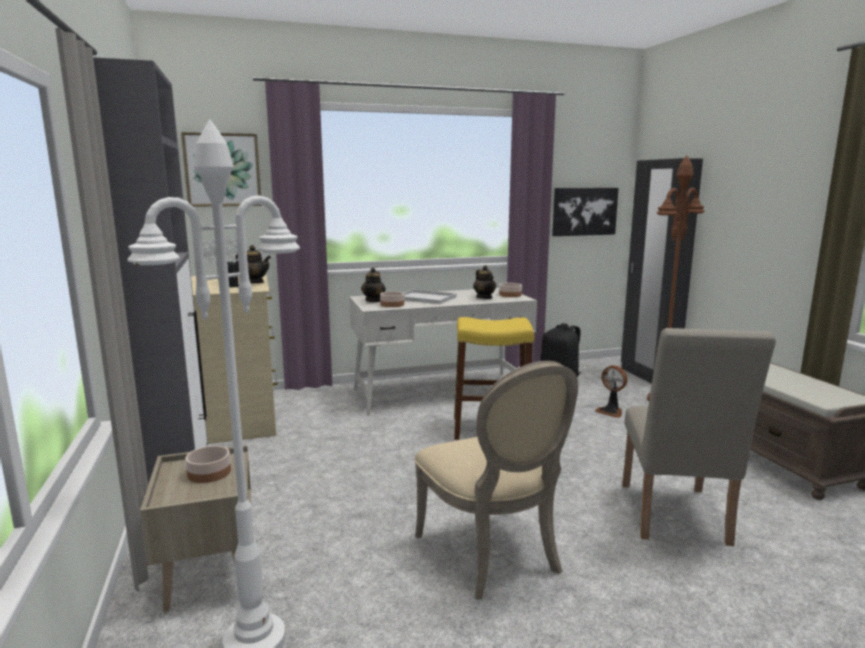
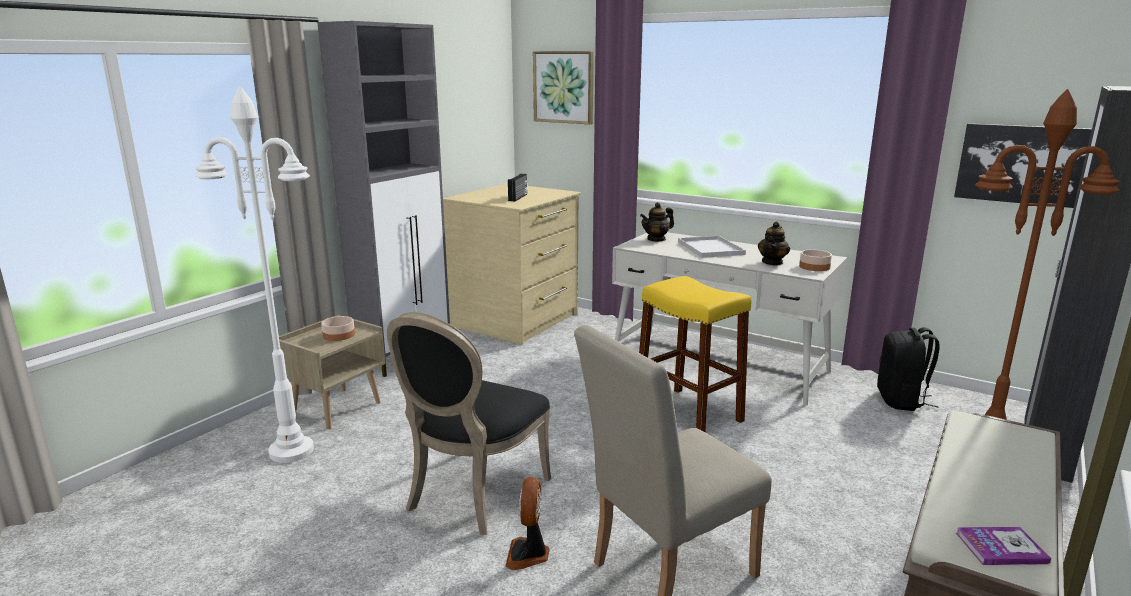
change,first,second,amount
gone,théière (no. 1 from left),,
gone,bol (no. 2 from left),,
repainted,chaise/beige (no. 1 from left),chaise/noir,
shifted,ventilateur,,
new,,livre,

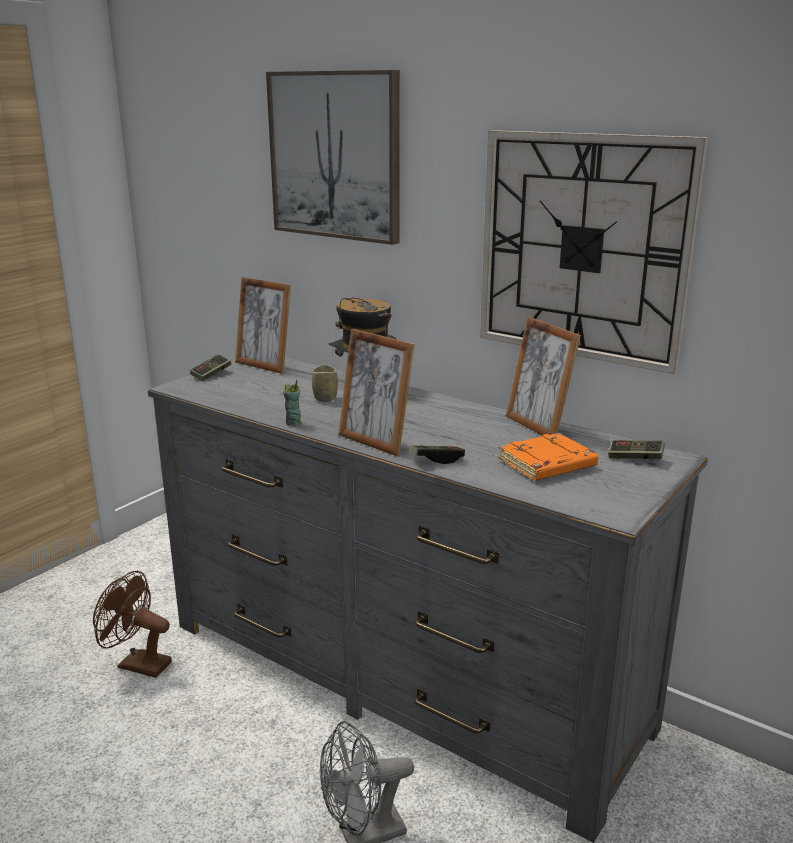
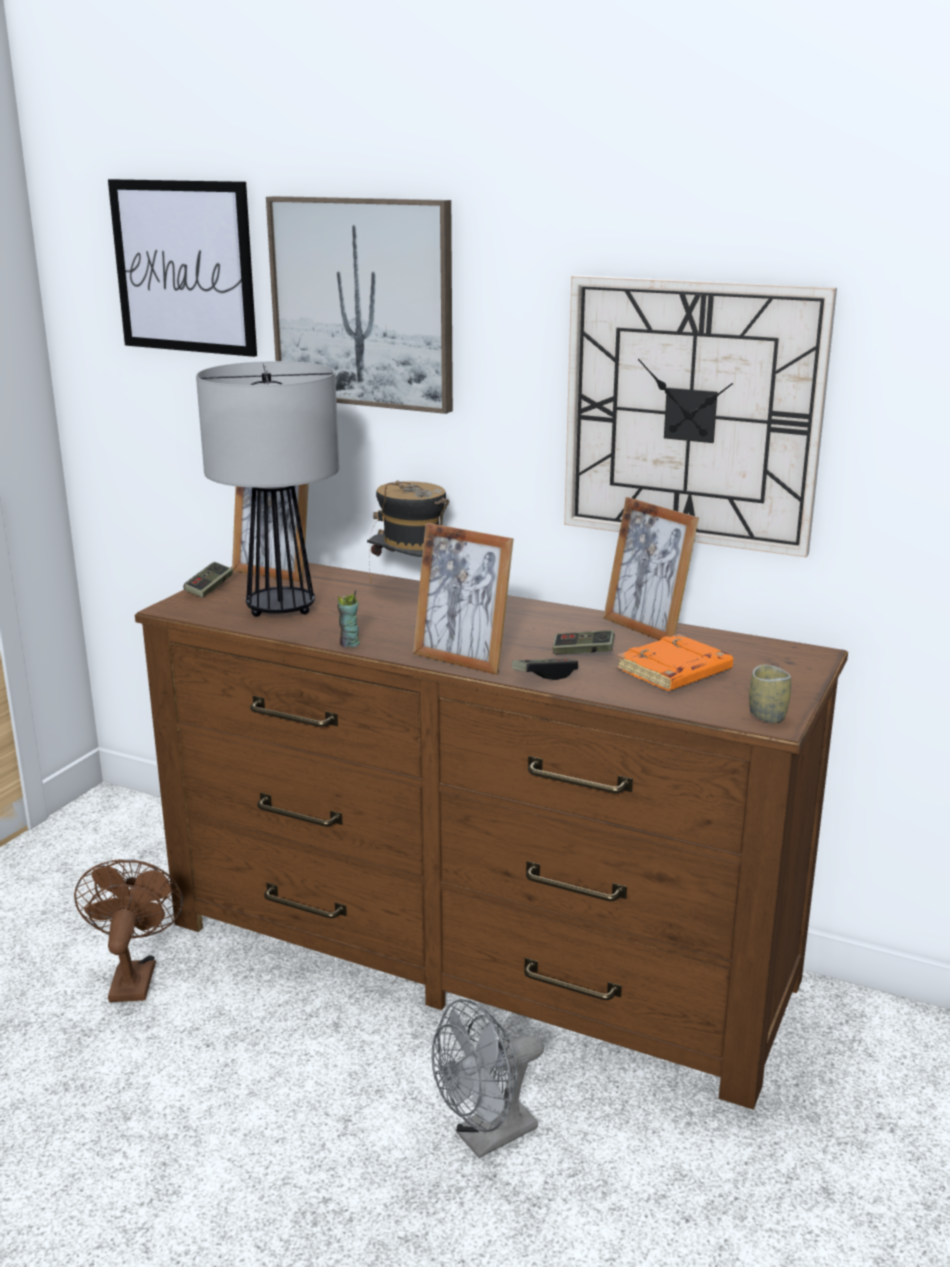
change,first,second,amount
repainted,commode/gris,commode/marron,
shifted,tasse (no. 2 from left),,
shifted,manette (no. 3 from left),,
rotated,ventilateur/marron,,75 degrees clockwise
new,,tableau (no. 1 from left),
new,,lampe de table,

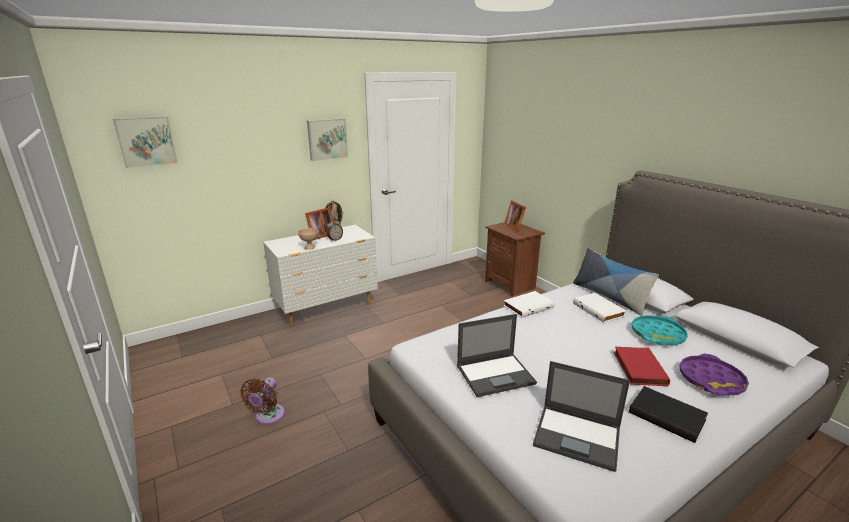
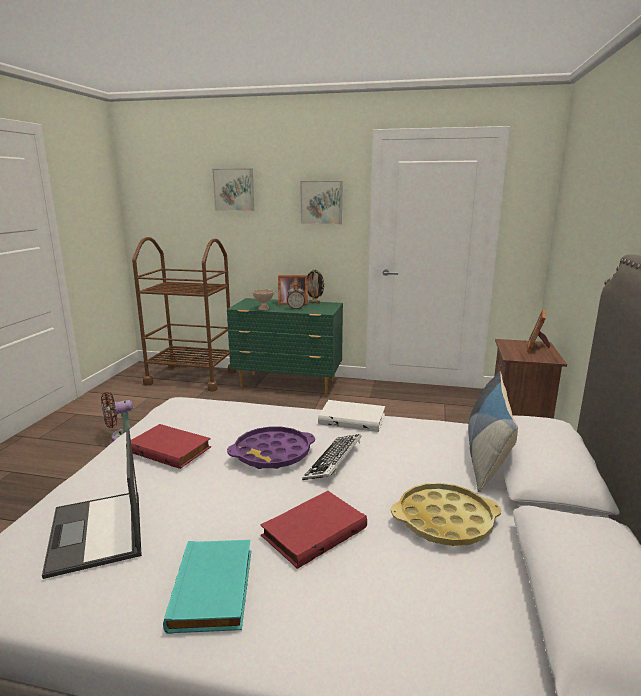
change,first,second,amount
shifted,tableau (no. 1 from left),,
repainted,commode/blanc,commode/vert,
gone,livre/blanc (no. 2 from left),,
swapped,ordinateur portable (no. 1 from left),livre/rouge (no. 1 from left),
repainted,plateau/turquoise,plateau/jaune,
shifted,plateau/violet,,
repainted,livre/noir,livre/turquoise,
new,,chariot/marron,
new,,clavier,

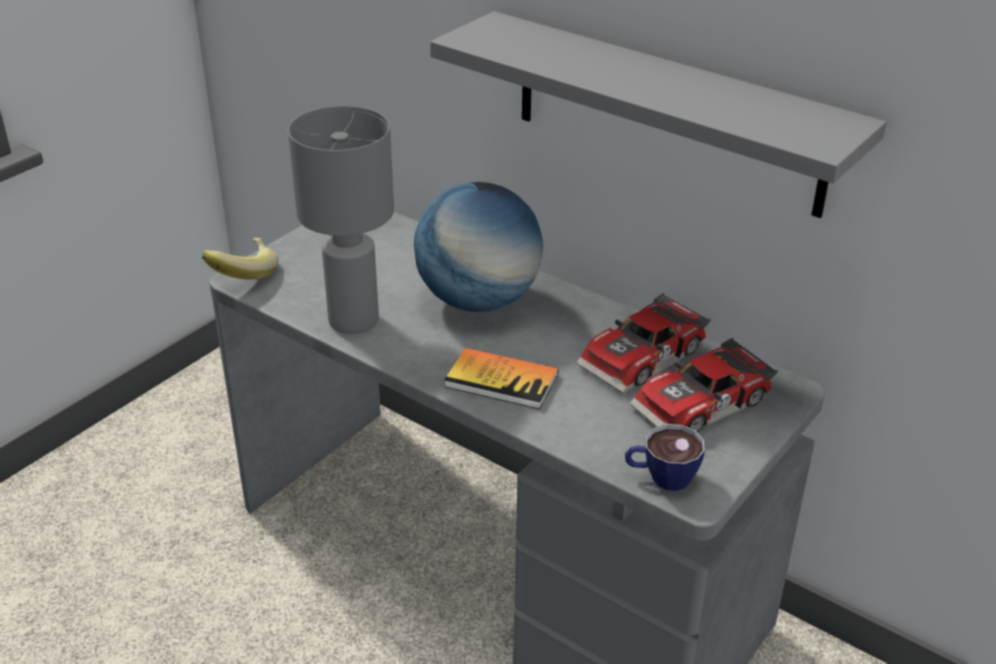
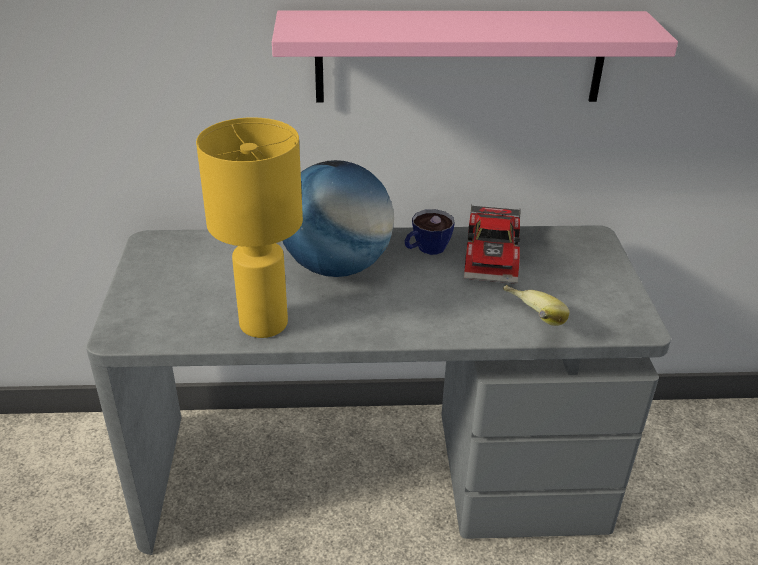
change,first,second,amount
repainted,étagère/gris,étagère/rose,
repainted,lampe de table/gris,lampe de table/jaune,
shifted,banane,,
gone,petite voiture (no. 2 from left),,
gone,livre,,
shifted,tasse,,

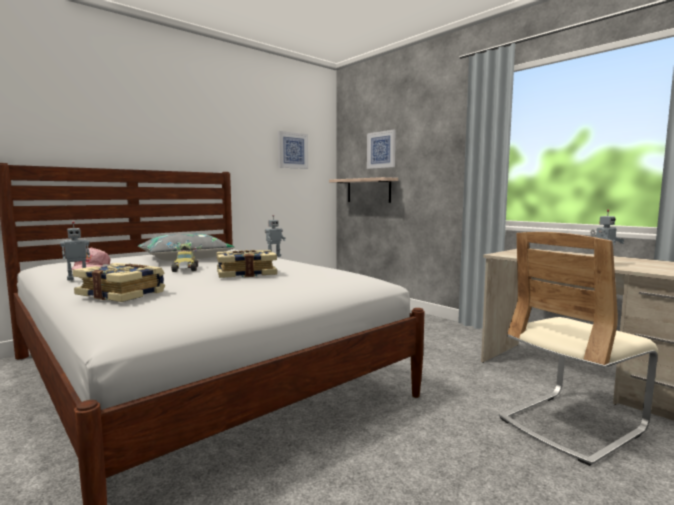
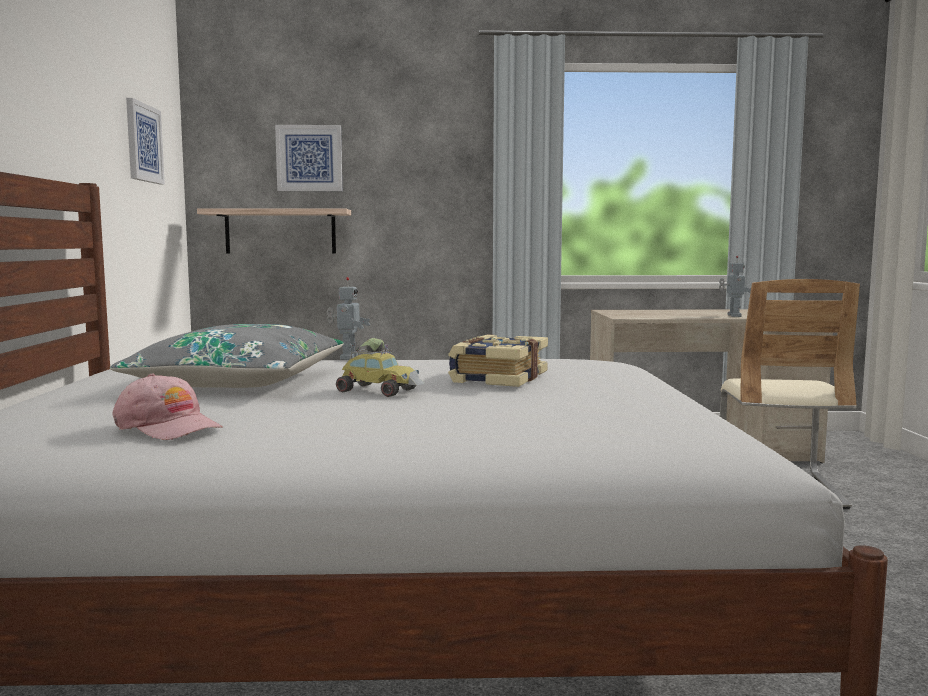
change,first,second,amount
gone,robot jouet (no. 1 from left),,
gone,livre (no. 1 from left),,

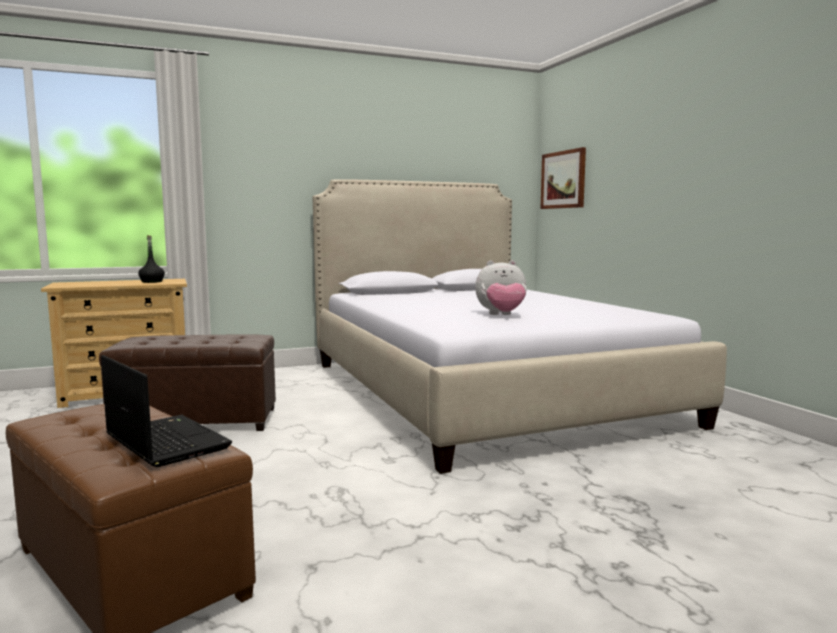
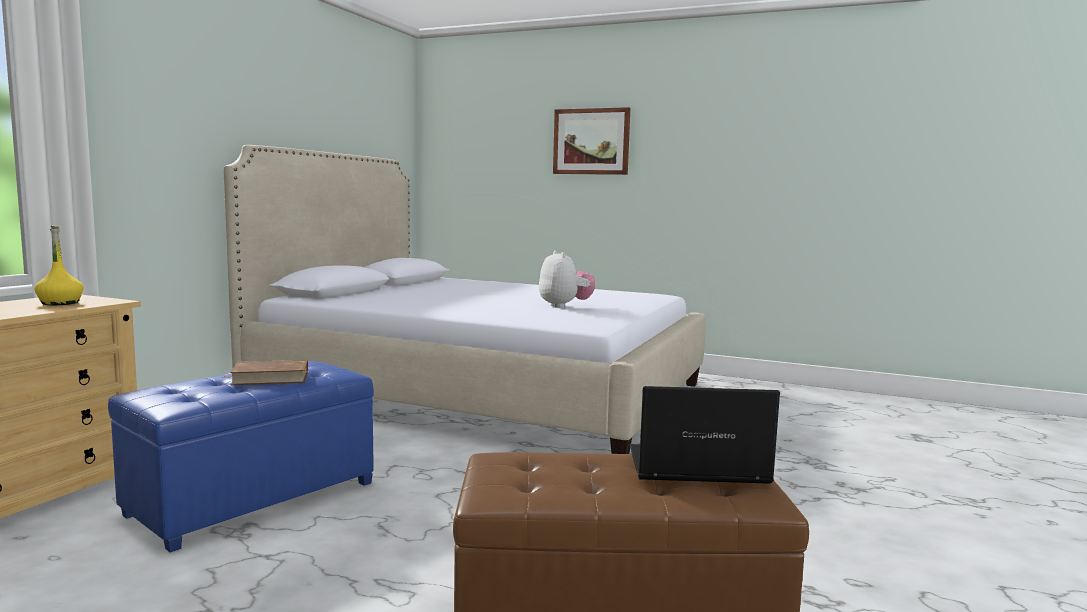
change,first,second,amount
shifted,tableau,,
repainted,bouteille/noir,bouteille/jaune,
rotated,peluche,,60 degrees counterclockwise
repainted,pouf/marron (no. 2 from left),pouf/bleu,
new,,livre/marron,

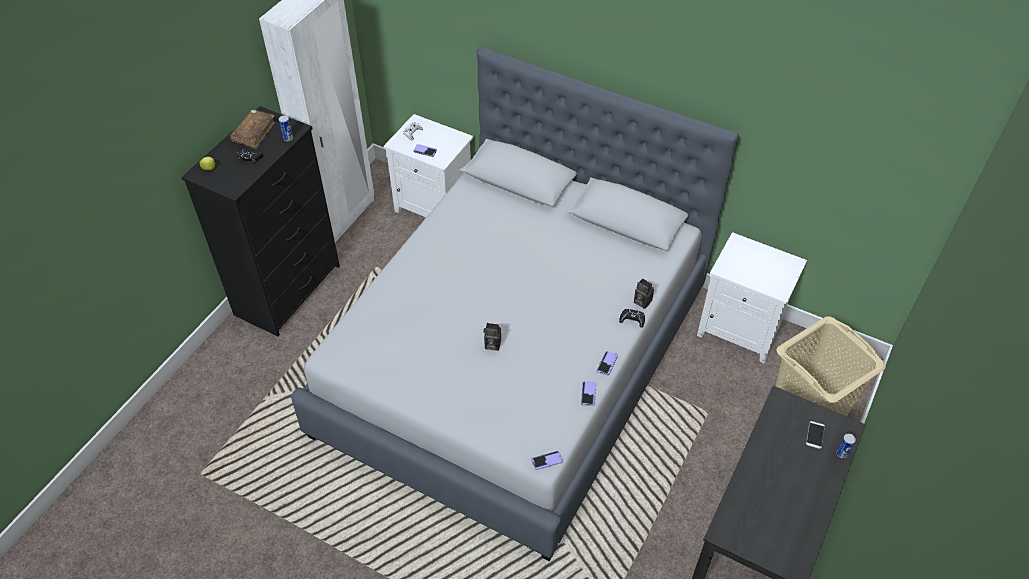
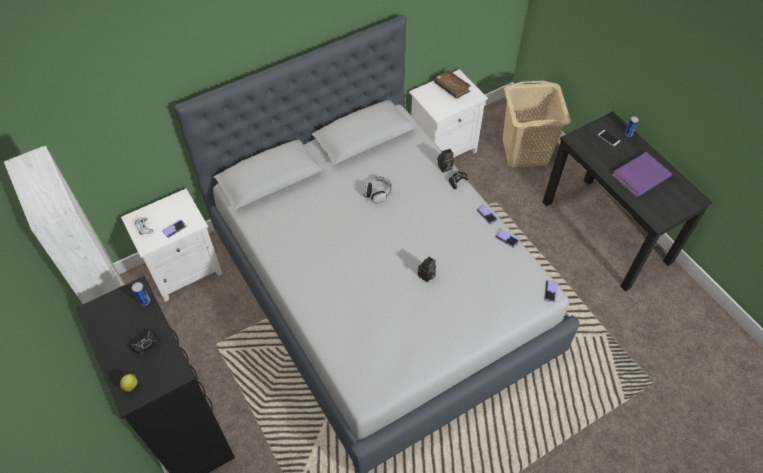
change,first,second,amount
shifted,livre/marron,,
new,,livre/violet,
new,,casque audio,

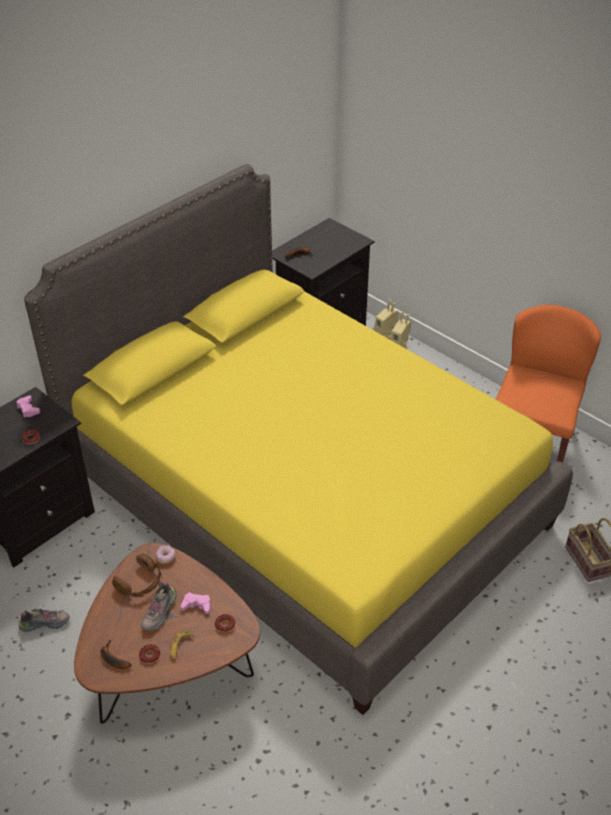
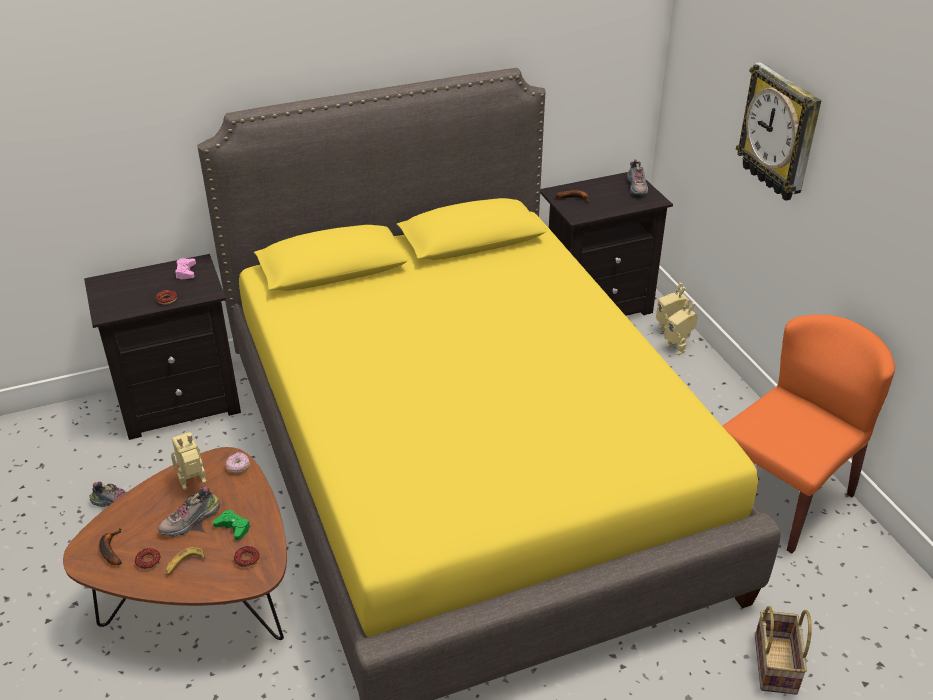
change,first,second,amount
swapped,casque audio/marron,robot jouet (no. 1 from left),
repainted,manette/rose (no. 2 from left),manette/vert,
new,,horloge murale,
new,,chaussure (no. 3 from left),

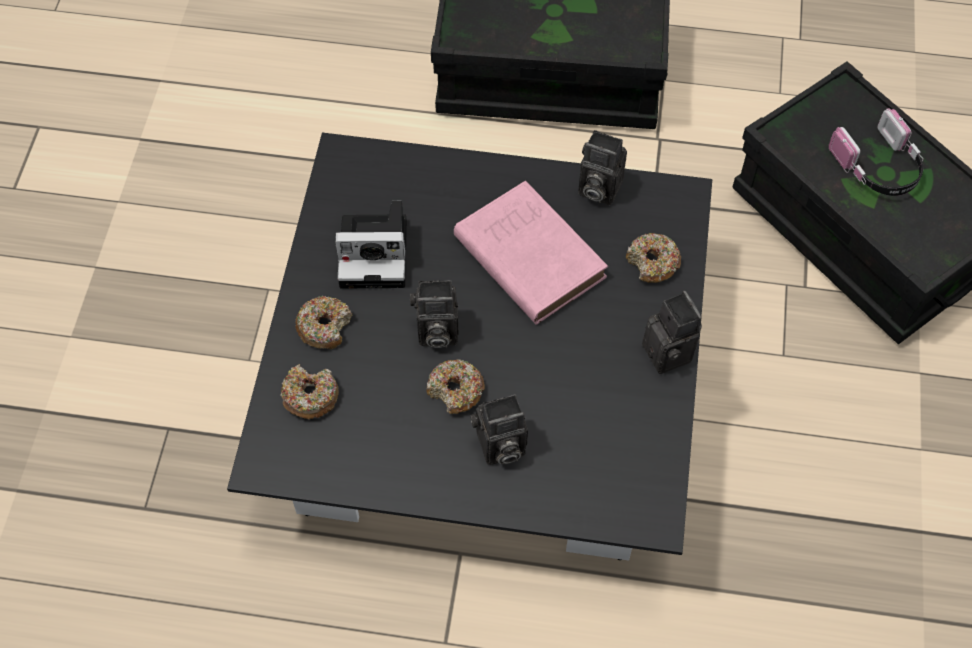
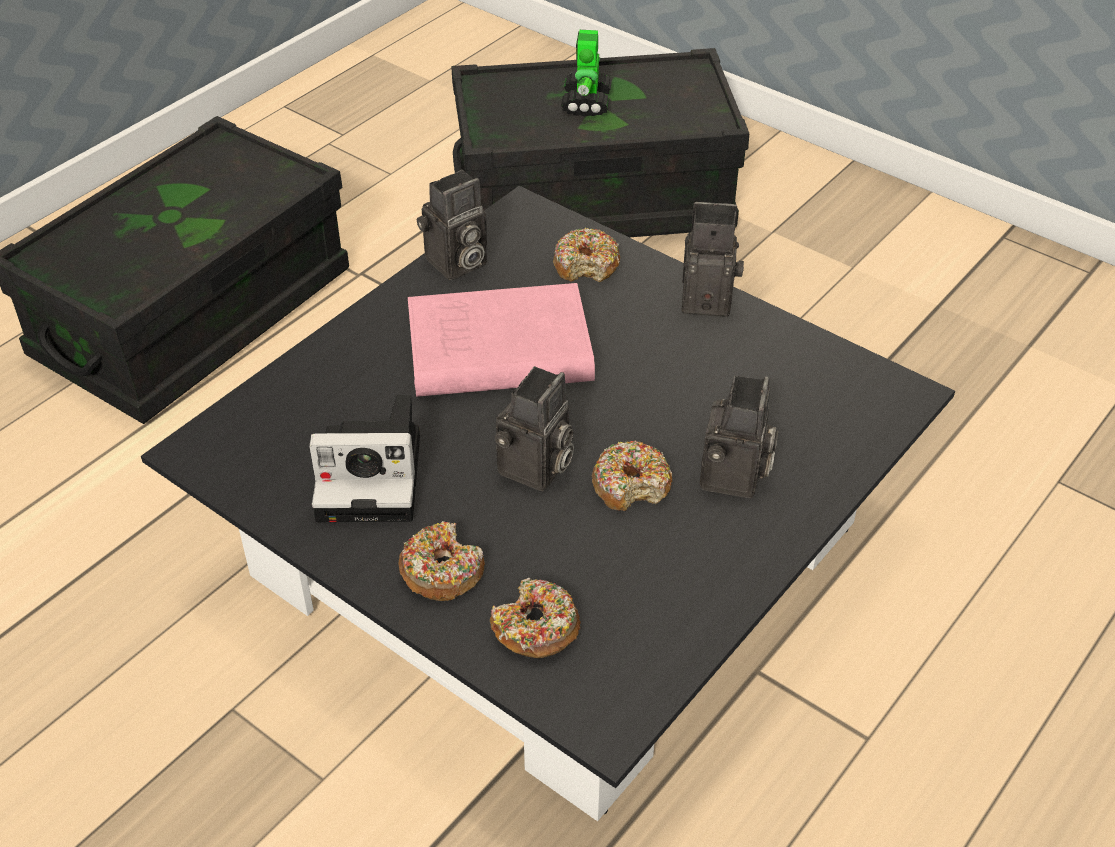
change,first,second,amount
swapped,casque audio,robot jouet,
rotated,appareil photo (no. 1 from left),,60 degrees clockwise

